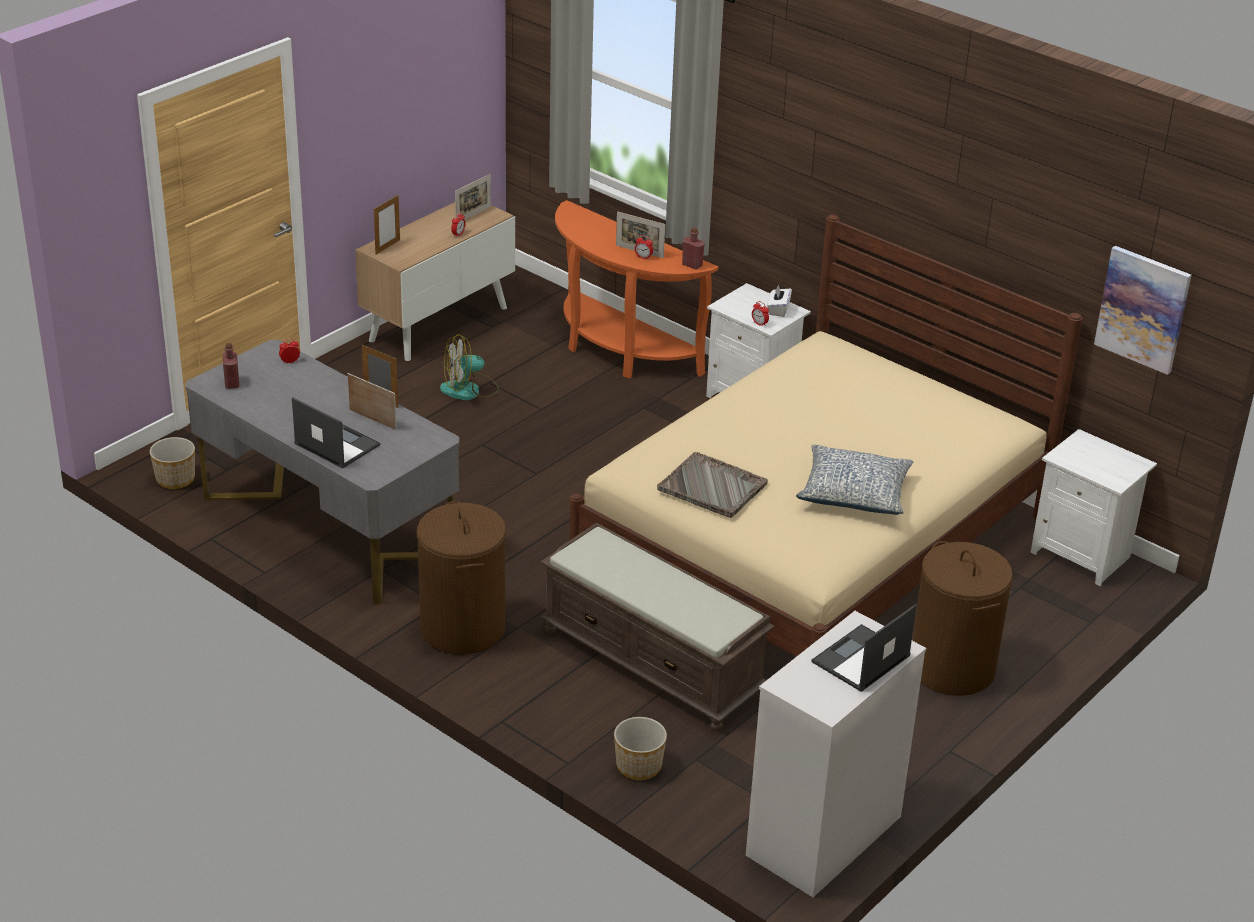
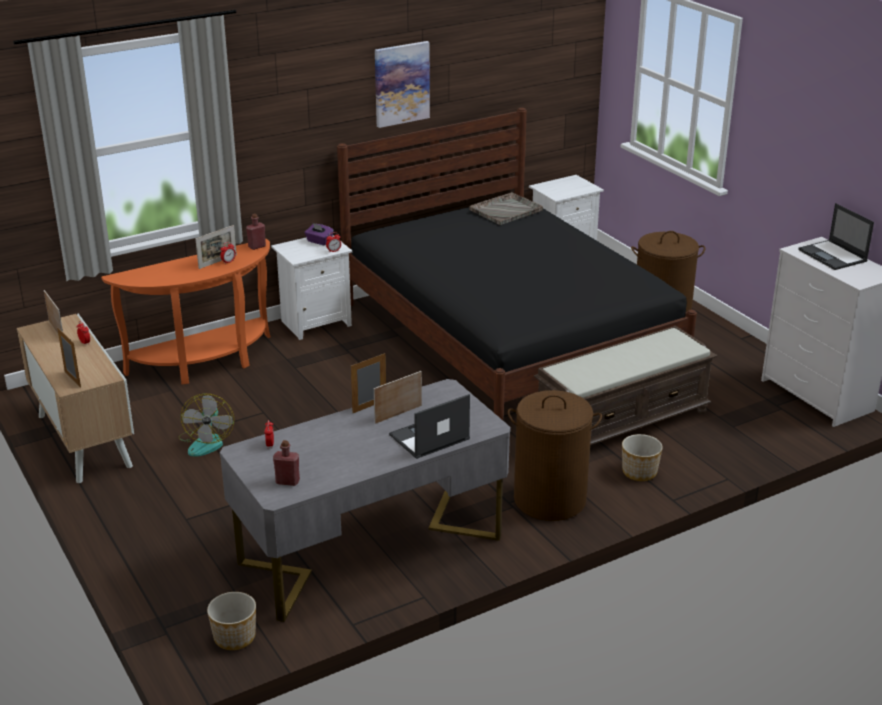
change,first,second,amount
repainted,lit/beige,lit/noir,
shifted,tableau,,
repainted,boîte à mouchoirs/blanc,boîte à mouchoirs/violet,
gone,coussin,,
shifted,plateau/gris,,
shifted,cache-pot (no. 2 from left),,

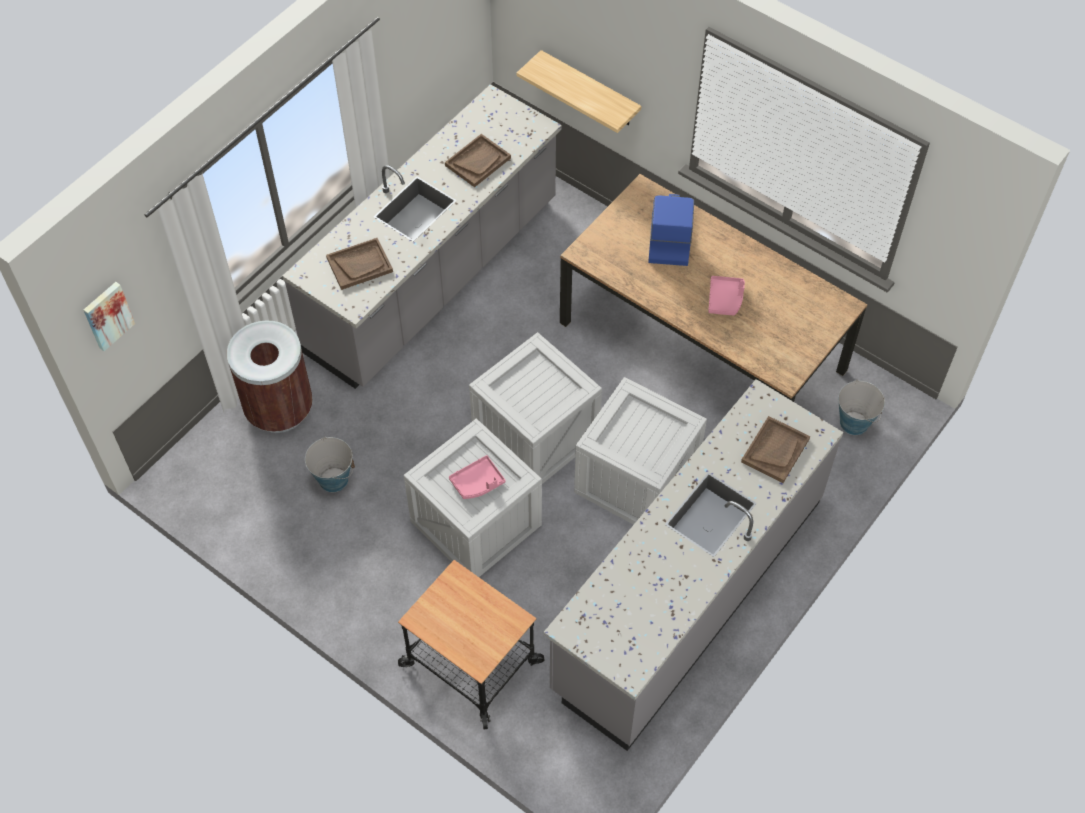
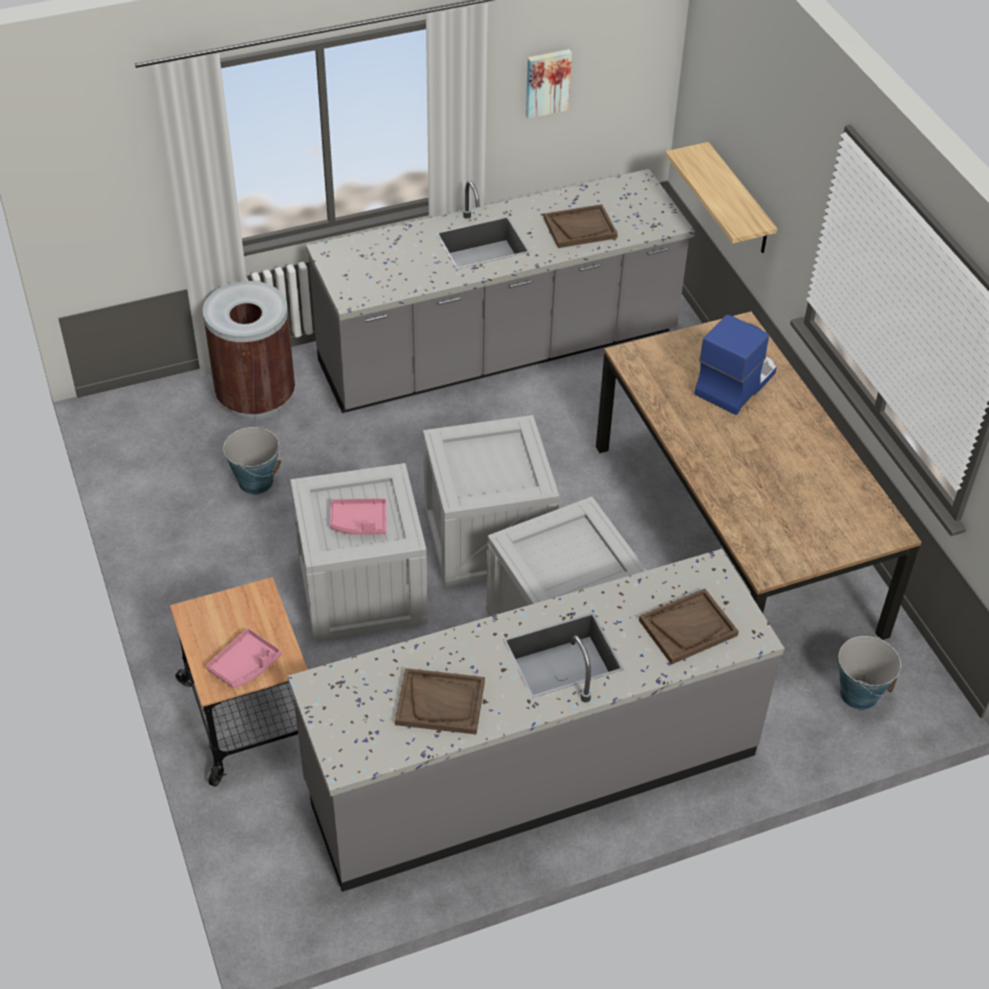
change,first,second,amount
shifted,plateau/marron (no. 1 from left),,
shifted,plateau/rose (no. 2 from left in the first image),plateau/rose (no. 1 from left),
shifted,tableau,,

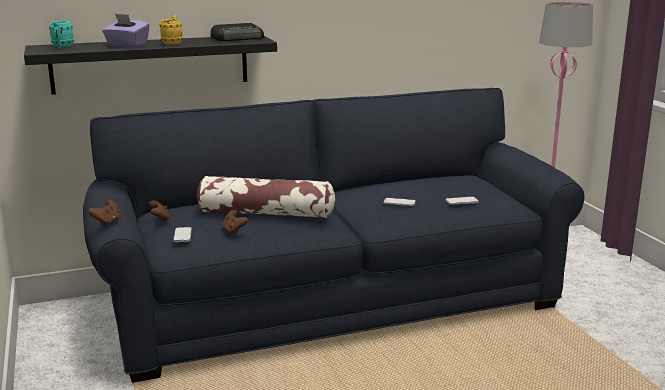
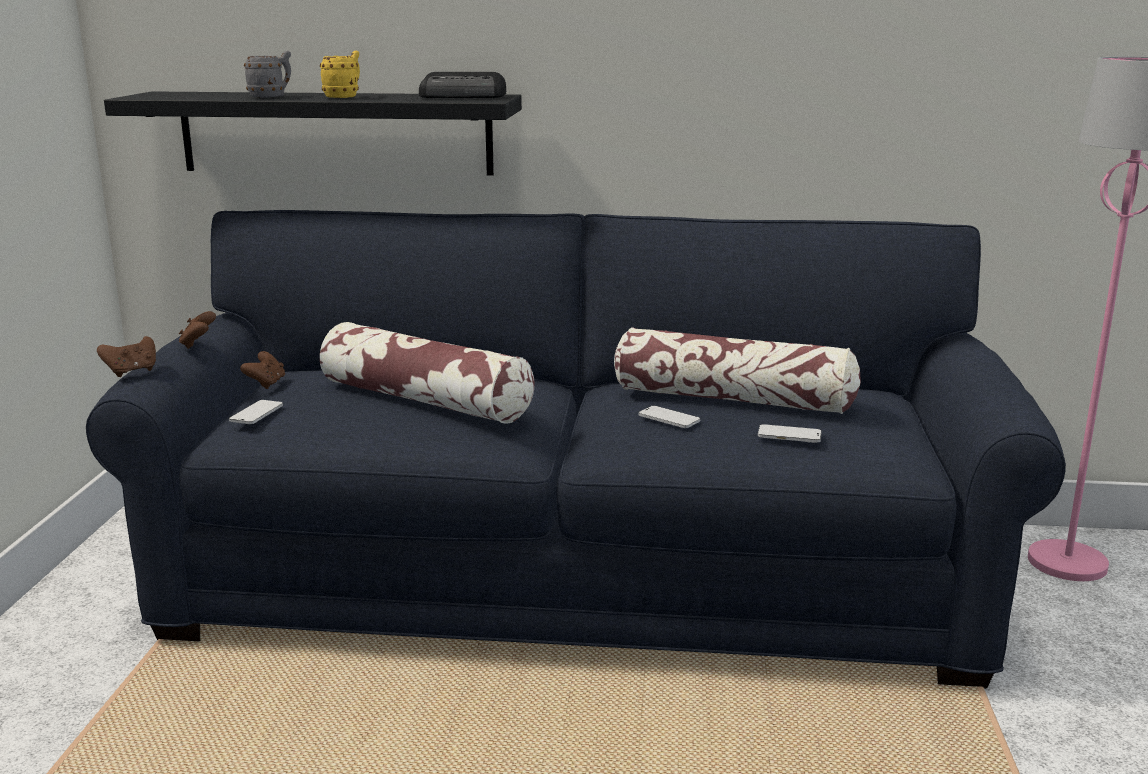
change,first,second,amount
swapped,boîte à mouchoirs/violet,mug/gris,
gone,mug/turquoise,,
shifted,manette/marron (no. 3 from left in the first image),manette/marron (no. 2 from left),
new,,coussin (no. 2 from left),

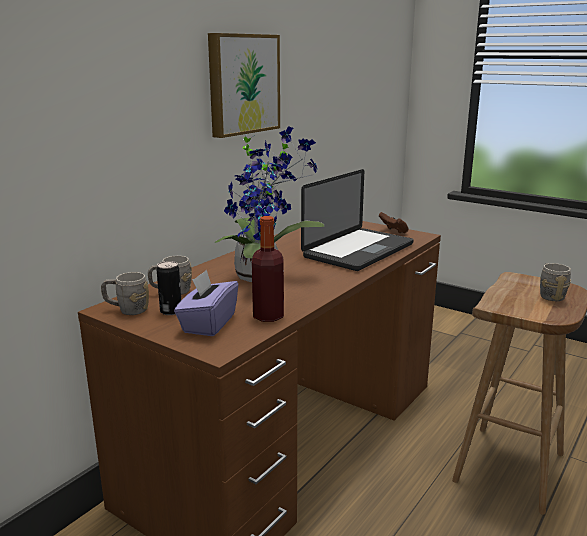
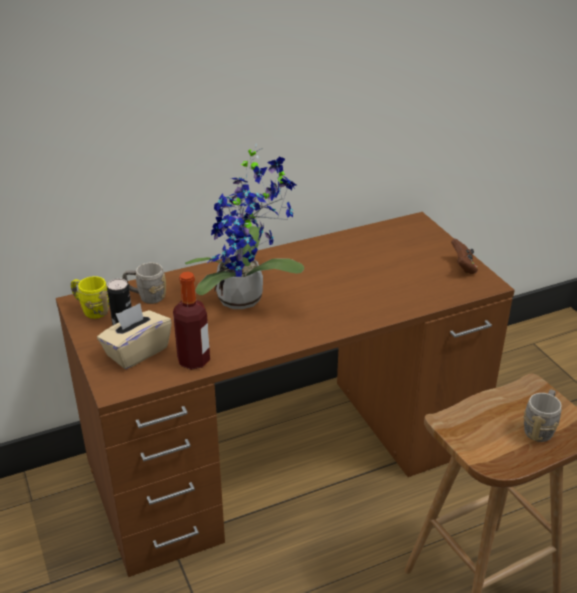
change,first,second,amount
gone,tableau,,
gone,ordinateur portable,,
repainted,boîte à mouchoirs/violet,boîte à mouchoirs/beige,
repainted,mug/gris (no. 1 from left),mug/jaune,

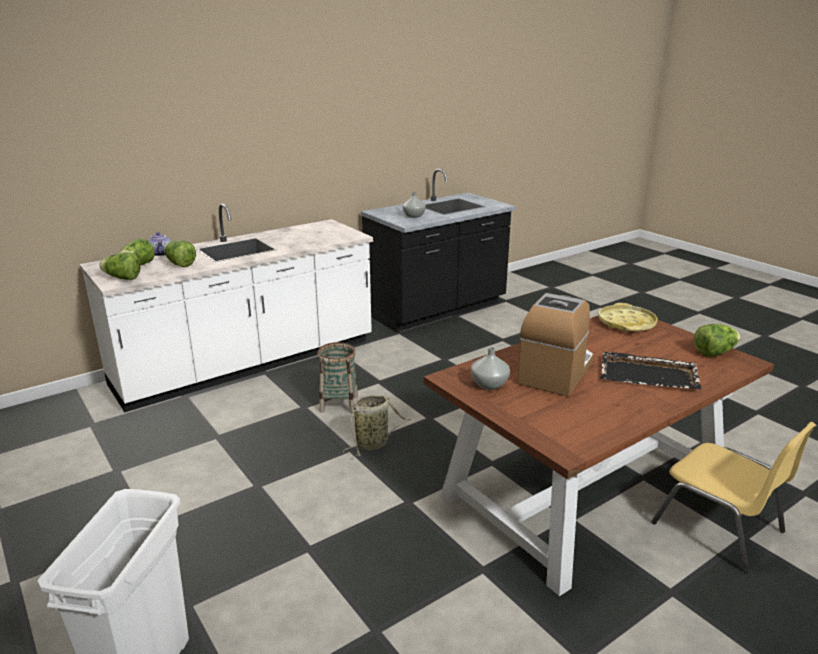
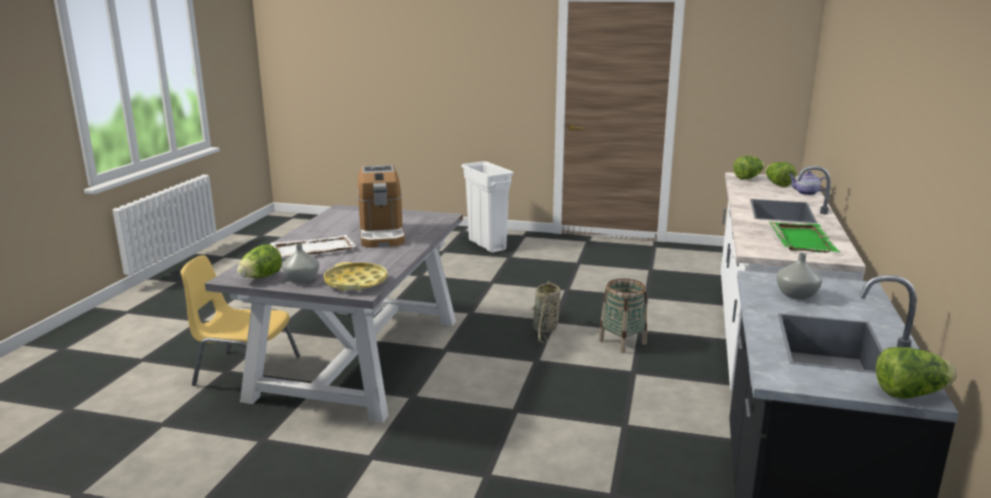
change,first,second,amount
shifted,laitue (no. 3 from left in the first image),laitue (no. 4 from left),
repainted,table à manger/marron,table à manger/gris,
shifted,vase/gris (no. 2 from left in the first image),vase/gris (no. 1 from left),
repainted,plateau/noir,plateau/blanc,
new,,plateau/vert,

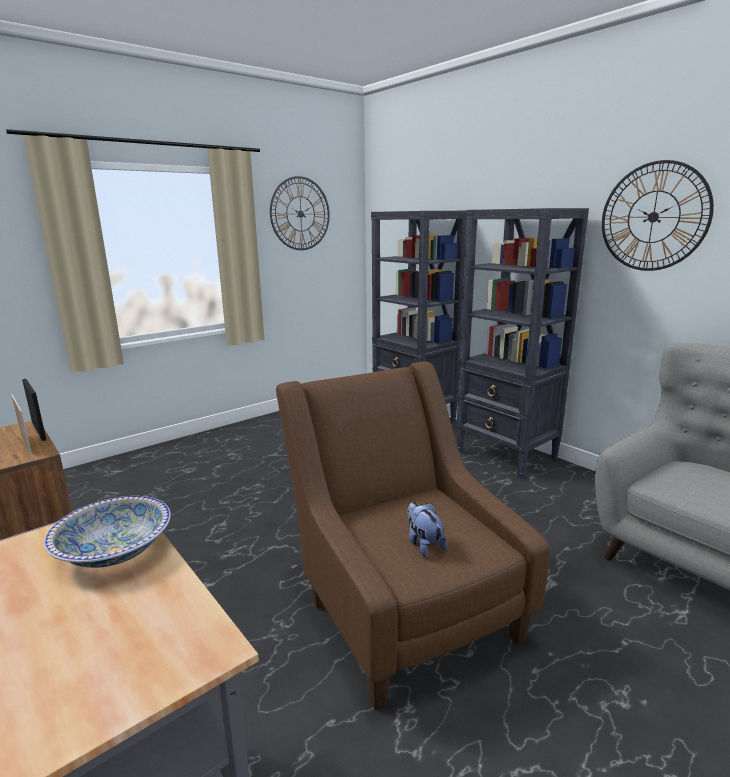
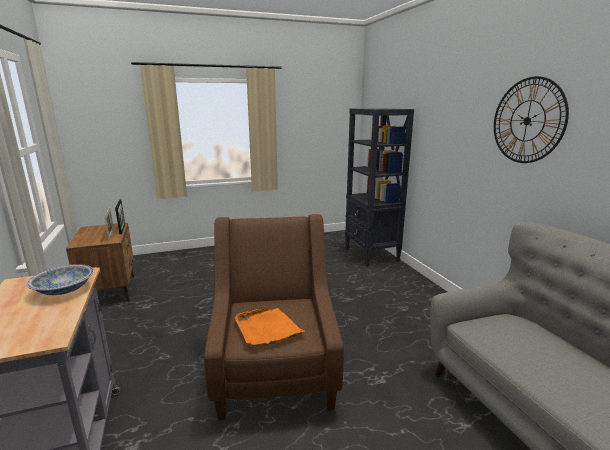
change,first,second,amount
gone,horloge murale (no. 1 from left),,
gone,bibliothèque/noir (no. 2 from left),,
swapped,peluche,plateau/orange,

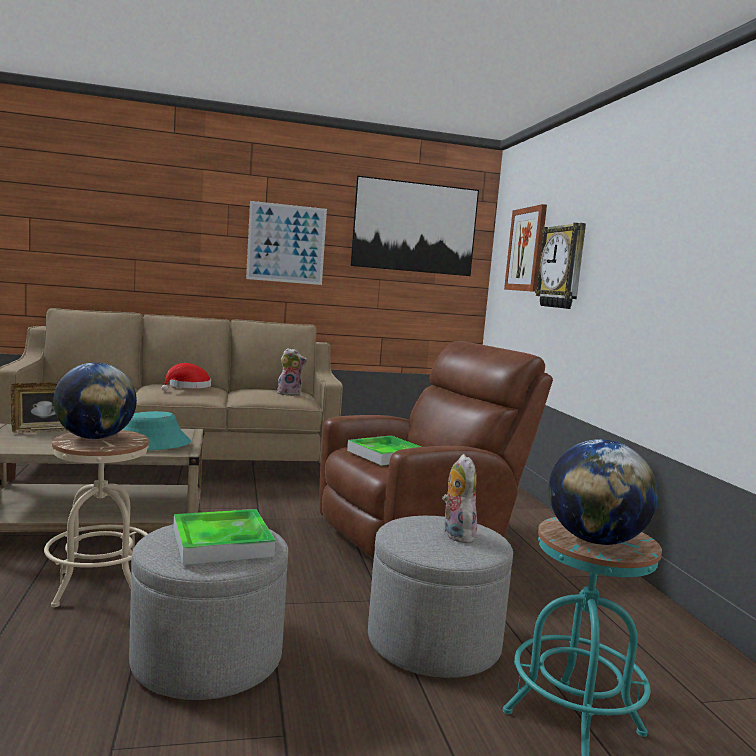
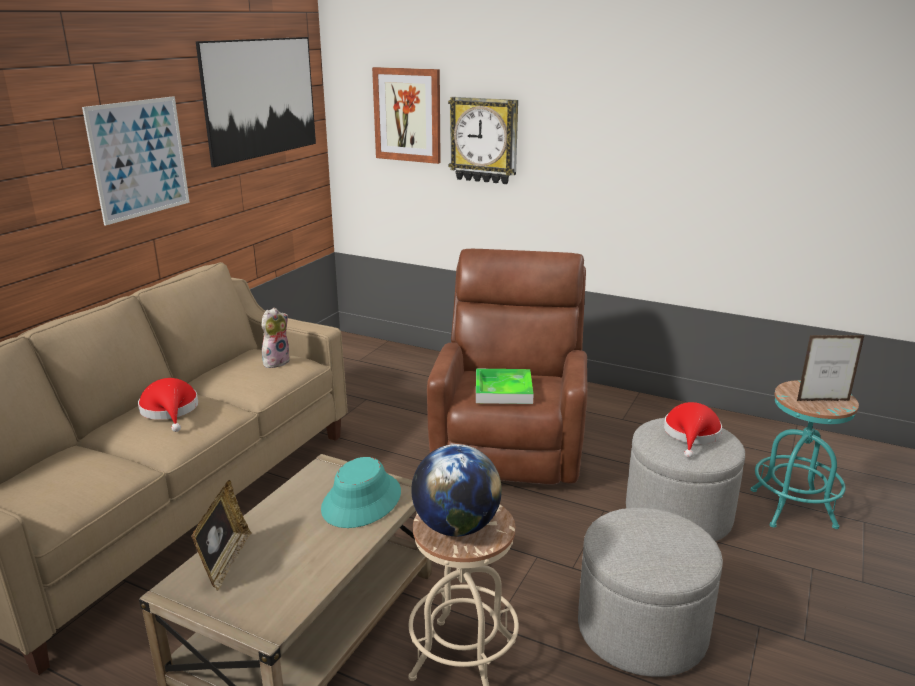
change,first,second,amount
swapped,globe (no. 2 from left),cadre photo (no. 2 from left),
swapped,peluche (no. 2 from left),chapeau/rouge (no. 2 from left),
gone,plateau (no. 1 from left),,

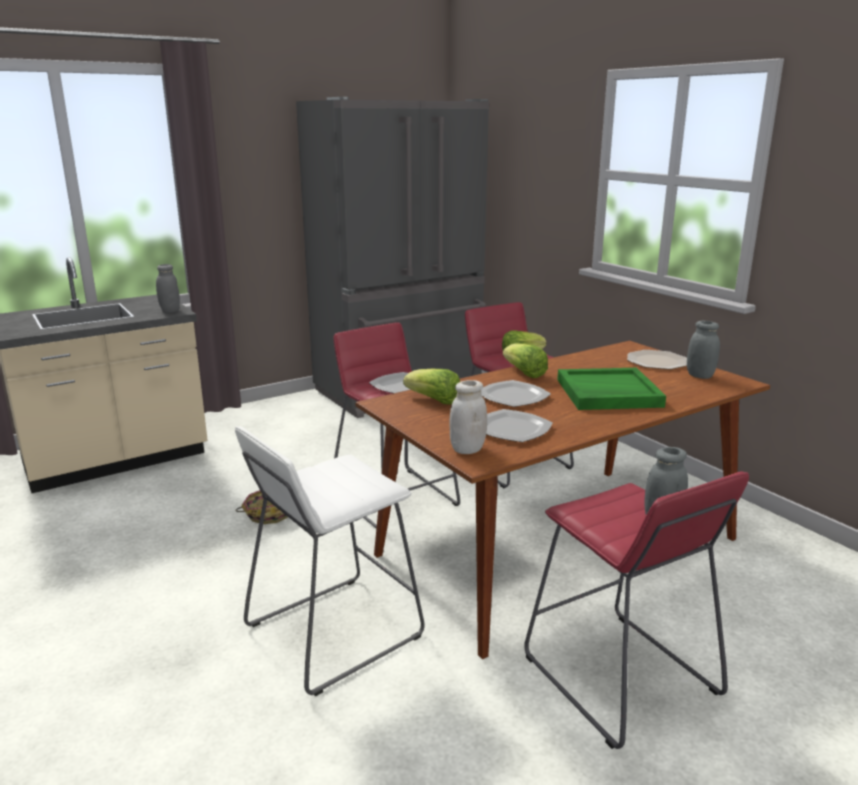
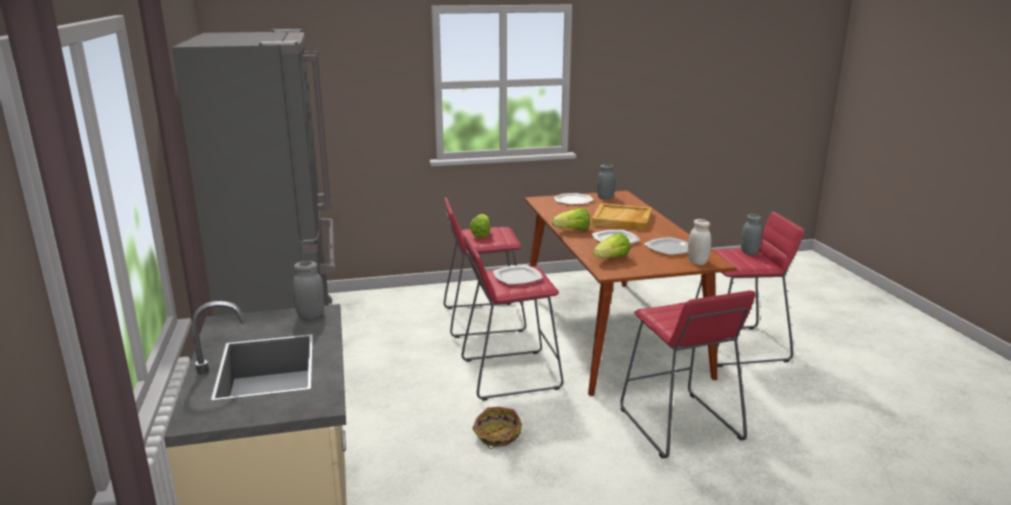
change,first,second,amount
repainted,plateau/vert,plateau/beige,
repainted,tabouret/blanc,tabouret/rouge (no. 3 from left),

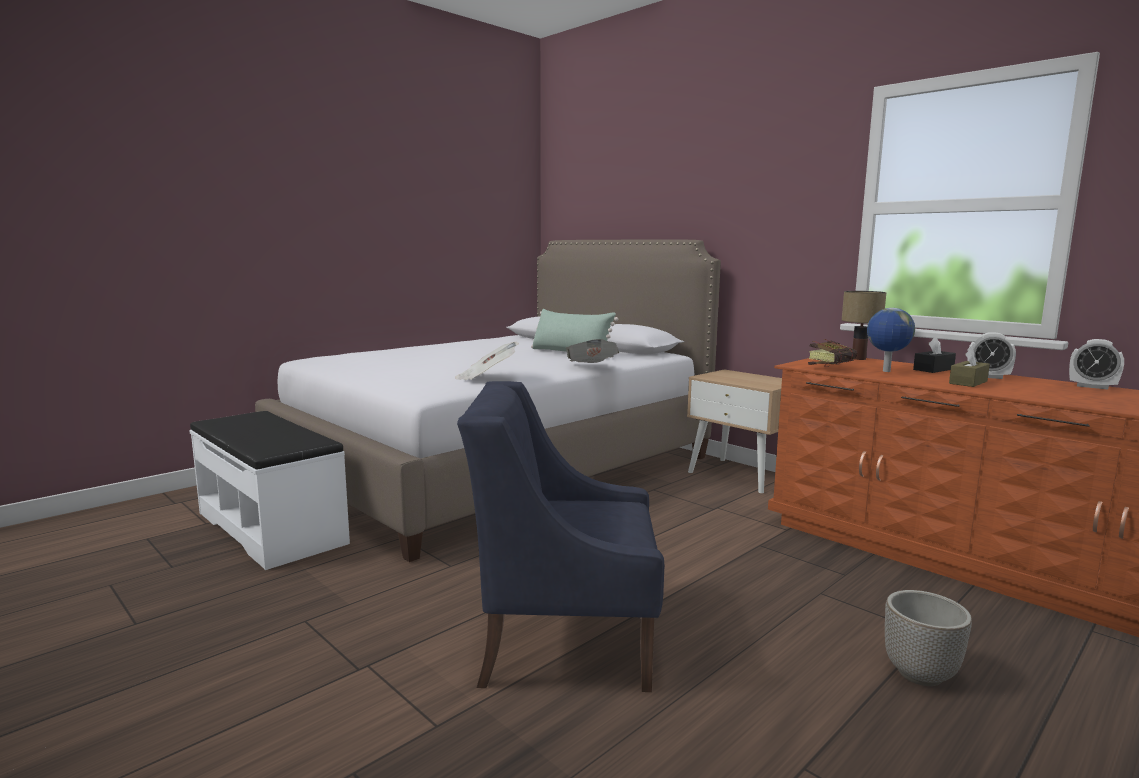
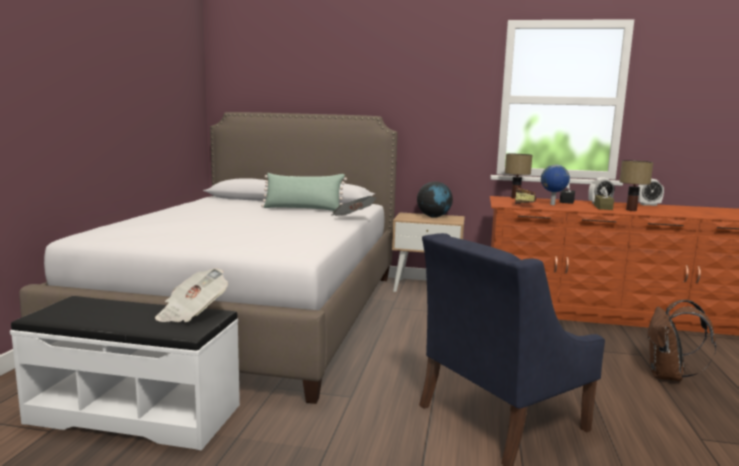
change,first,second,amount
shifted,journal (no. 1 from left),,
swapped,cache-pot,sac à dos/marron,
new,,lampe de table (no. 2 from left),
new,,globe (no. 1 from left),

